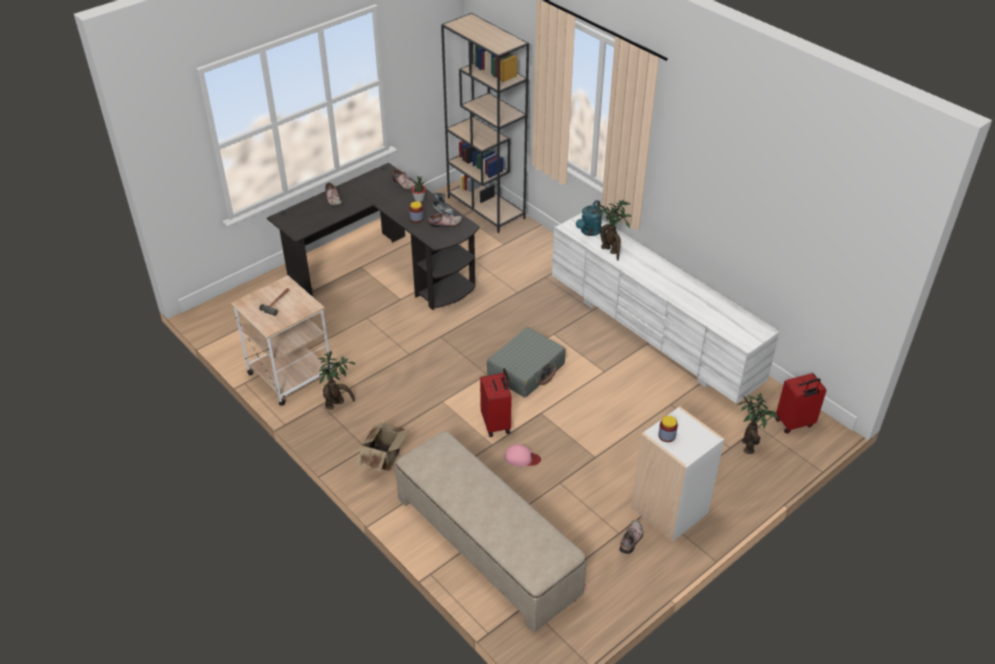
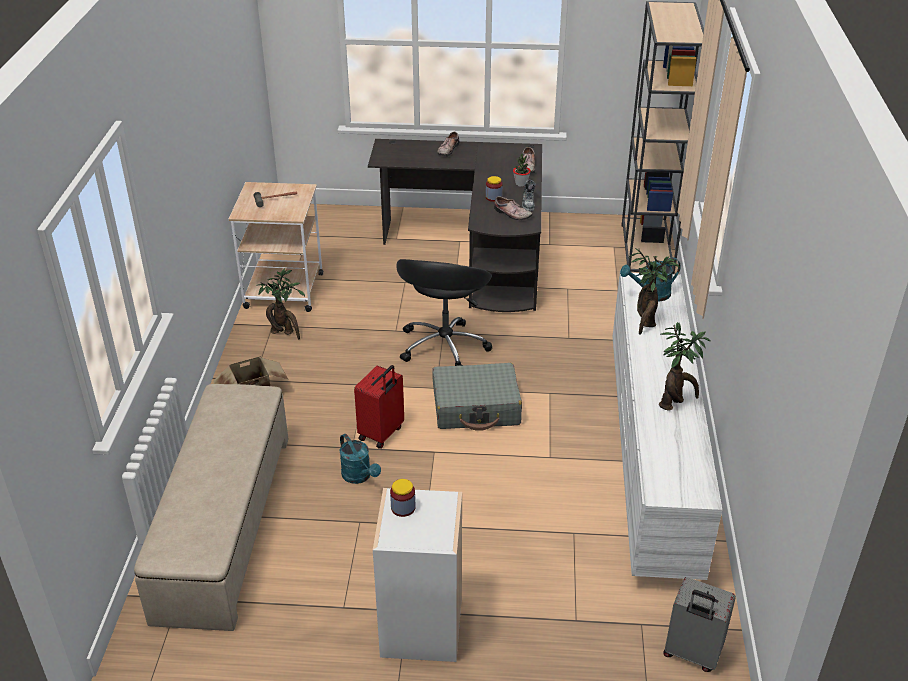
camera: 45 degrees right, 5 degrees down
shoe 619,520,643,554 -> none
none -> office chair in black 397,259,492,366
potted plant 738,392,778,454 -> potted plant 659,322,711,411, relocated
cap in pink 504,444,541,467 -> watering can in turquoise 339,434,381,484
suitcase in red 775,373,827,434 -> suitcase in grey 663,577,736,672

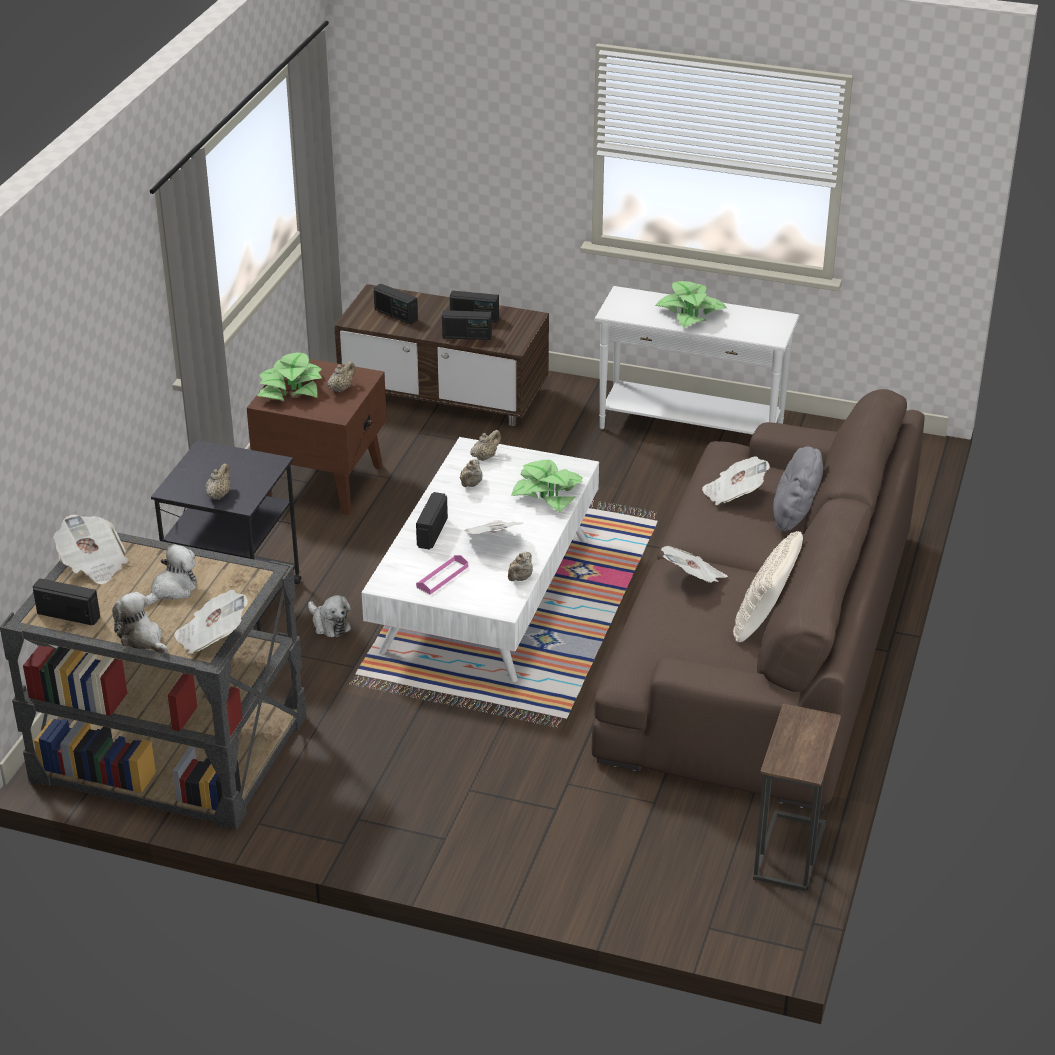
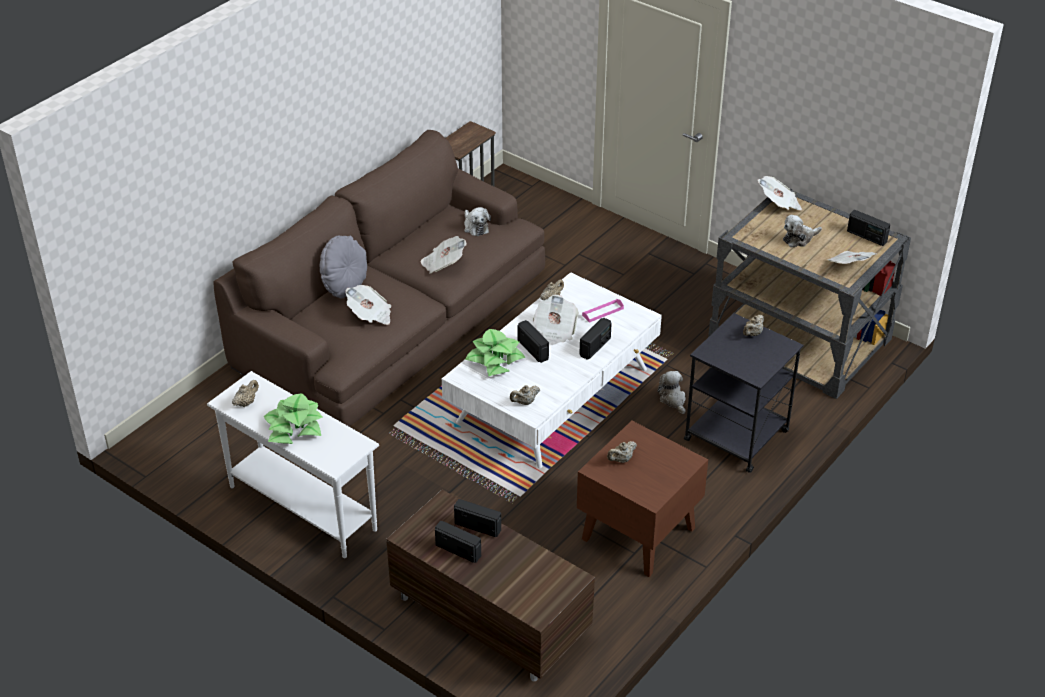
camera: 160 degrees left, 5 degrees up
potted plant 257,353,322,401 -> none
pillow in beige 733,531,803,642 -> none
plush toy 112,592,168,654 -> plush toy 464,207,491,236, relocated
radio 374,284,418,325 -> radio 517,320,549,363, relocated
teapot in beige 460,459,482,487 -> teapot in beige 232,380,259,407, relocated

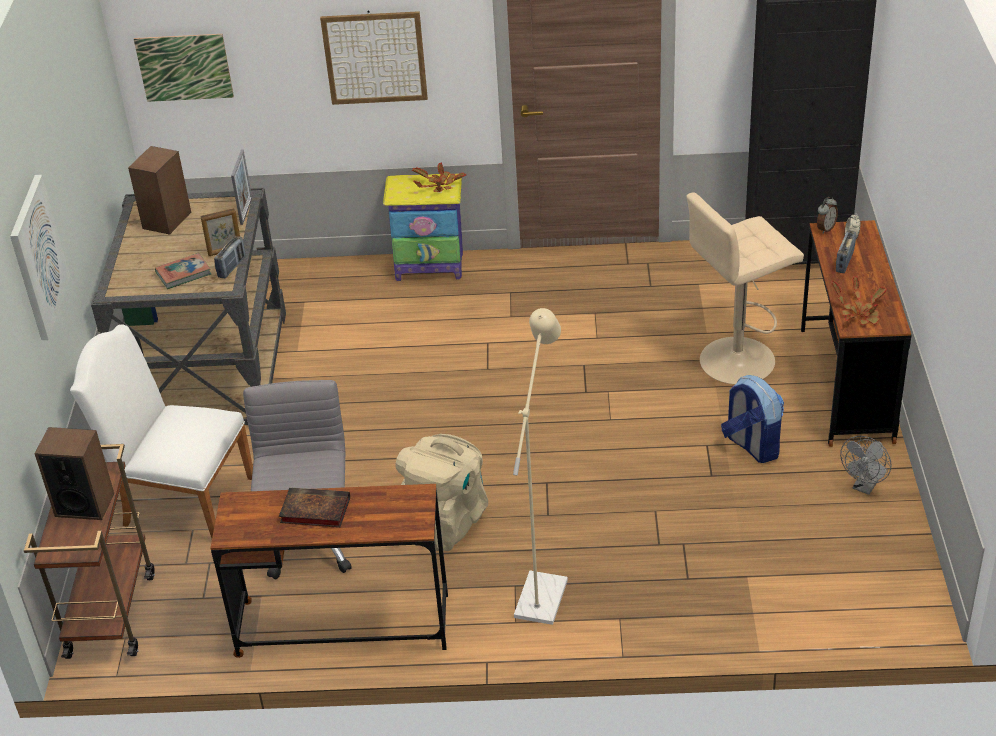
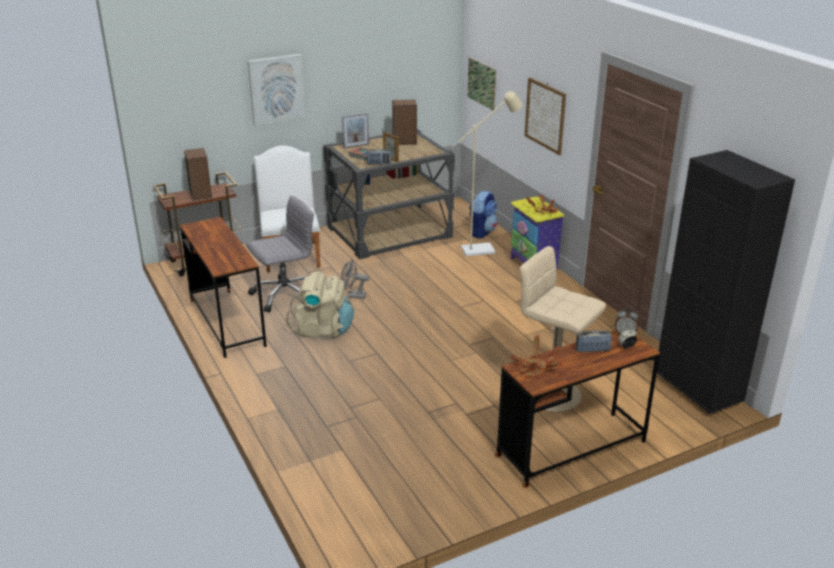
camera: 60 degrees right, 10 degrees down
book 279,487,350,527 -> none
picture frame 231,150,252,225 -> picture frame 342,113,369,148, relocated
floor lamp in beige 513,308,568,625 -> floor lamp in beige 452,91,523,256, relocated
backpack 721,375,784,463 -> backpack 469,190,498,239, relocated
fan in grey 840,436,892,495 -> fan in grey 341,260,369,299, relocated

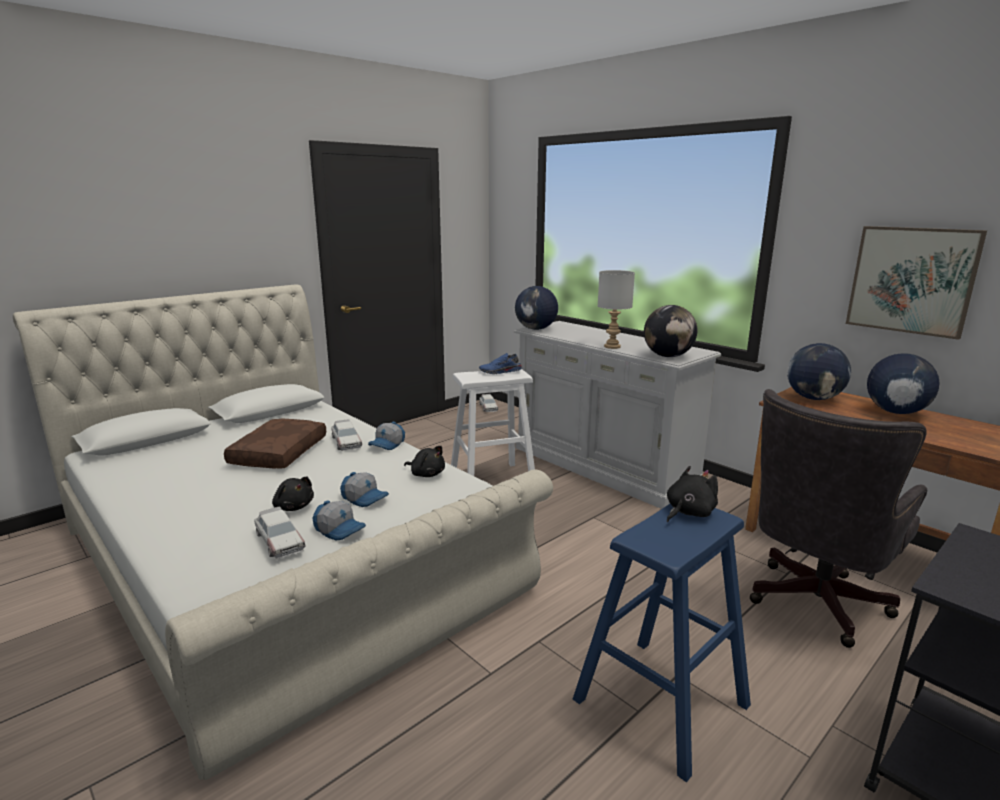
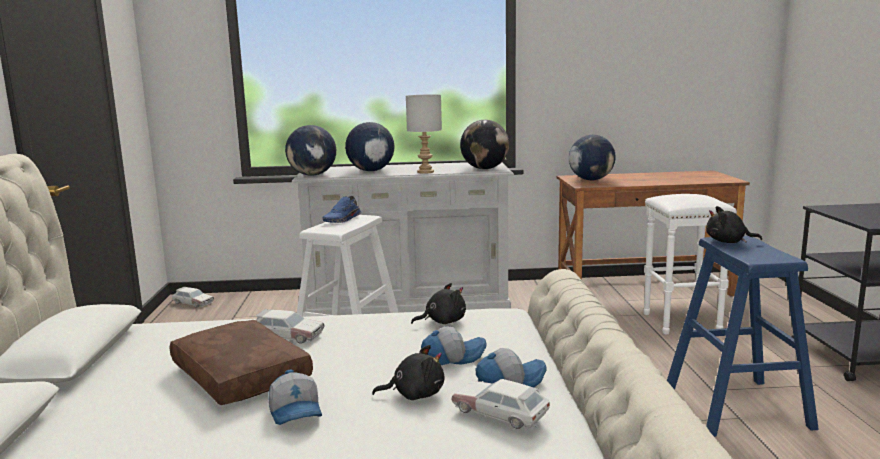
camera: 50 degrees left, 5 degrees down
picture 846,226,987,340 -> none
cap 368,422,405,450 -> cap 268,369,322,425, relocated
globe 867,353,940,414 -> globe 345,122,394,171, relocated
office chair in grey 750,389,927,648 -> stool in white 643,194,737,334
toy car 254,507,306,559 -> toy car 452,379,550,429, 150 degrees counterclockwise
plush toy in black 667,466,718,522 -> plush toy in black 706,206,762,243, 75 degrees counterclockwise

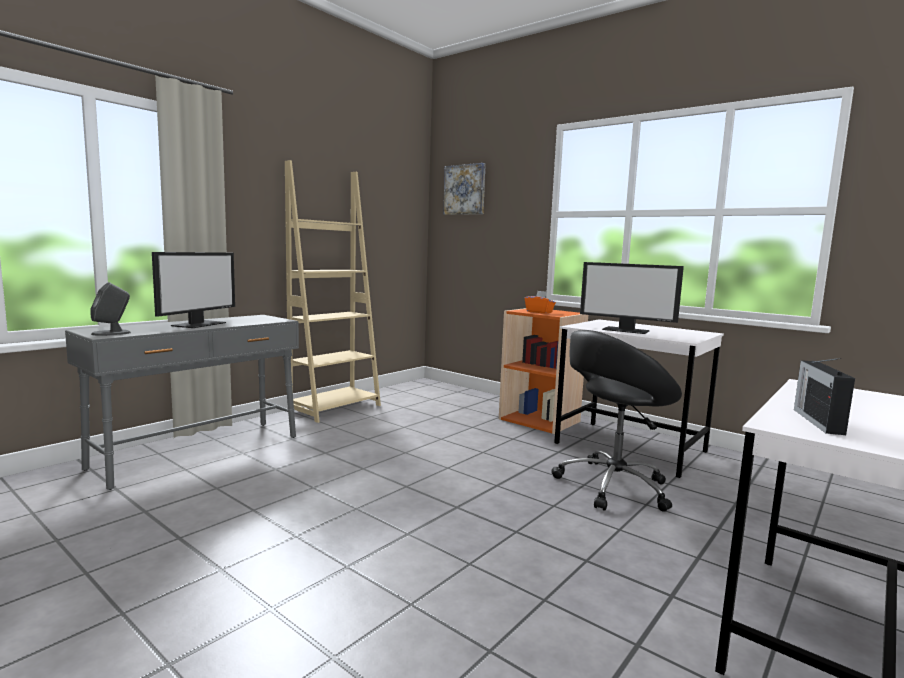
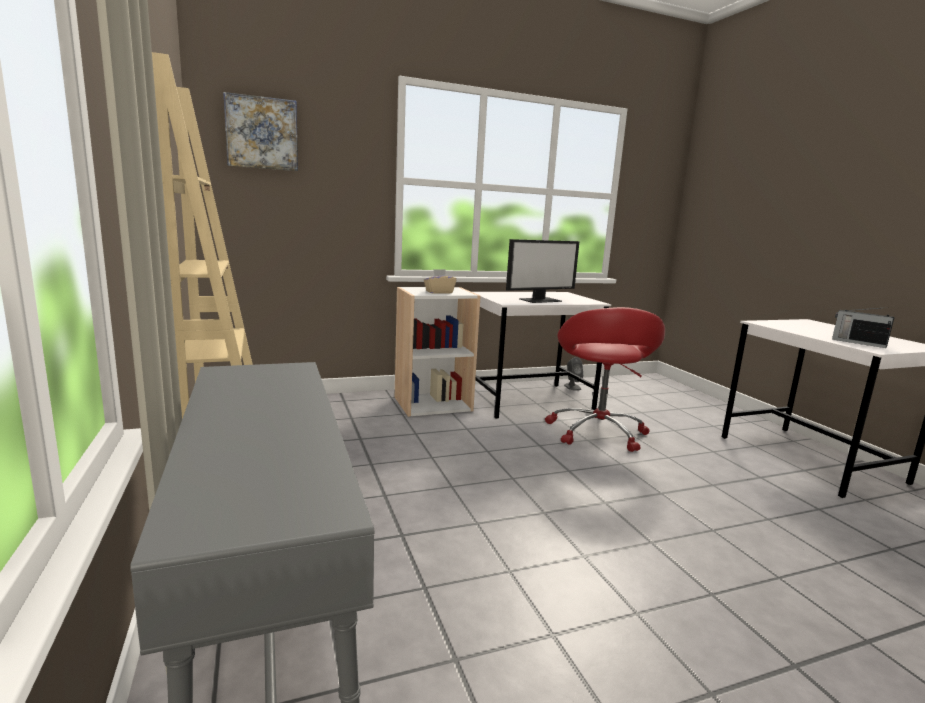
camera: 60 degrees left, 5 degrees up
monitor 152,252,235,328 -> none
speaker in grey 90,282,131,336 -> speaker in grey 564,357,583,391, relocated
bookcase in orange 499,308,588,434 -> bookcase in white 395,287,481,417
tissue box in orange 525,291,556,314 -> tissue box in beige 424,269,457,294
office chair in black 551,330,682,512 -> office chair in red 545,307,665,452

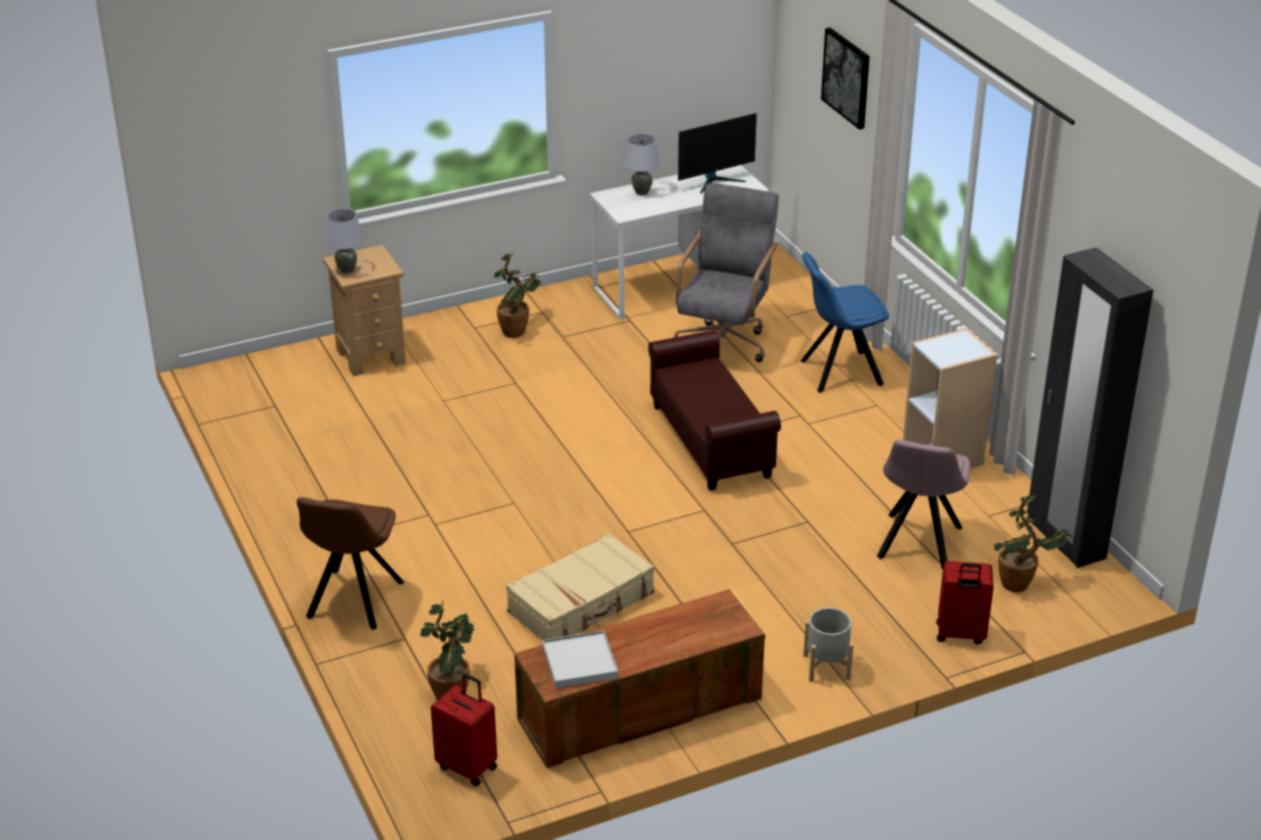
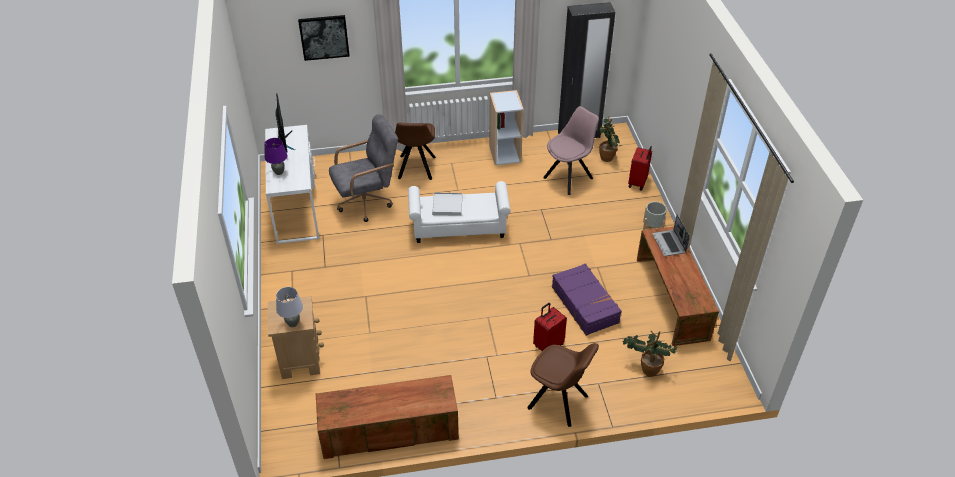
camera: 75 degrees left, 10 degrees up
potted plant 494,251,541,338 -> none
none -> bench in brown 316,375,459,459
none -> laptop 652,214,690,256
suitcase in red 431,673,497,786 -> suitcase in red 533,303,567,351, relocated
tray in white 542,630,618,689 -> tray in white 432,193,462,216, relocated
suitcase in beige 506,533,654,640 -> suitcase in purple 552,264,622,336
table lamp in grey 624,133,660,195 -> table lamp in purple 264,138,287,175
ottoman in brown 648,330,781,491 -> ottoman in white 408,181,511,243
chair in blue 801,252,889,393 -> chair in brown 395,123,436,180
office chair in grey 673,183,779,362 -> office chair in grey 329,114,398,222, 120 degrees clockwise
chair in pink 877,440,971,569 -> chair in pink 543,106,599,195, 75 degrees counterclockwise

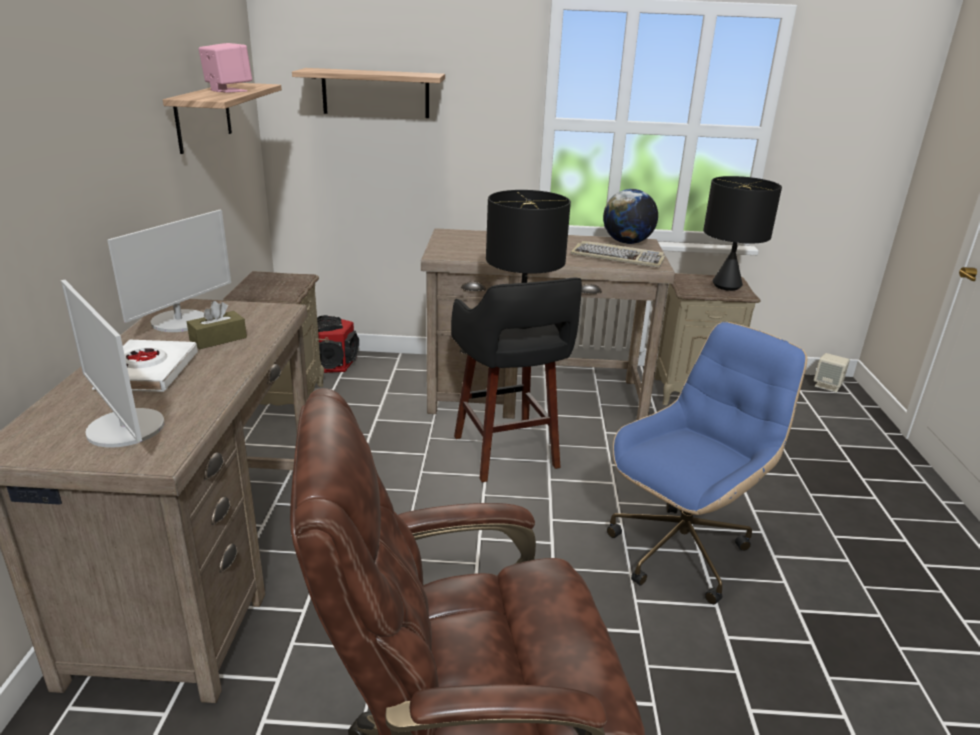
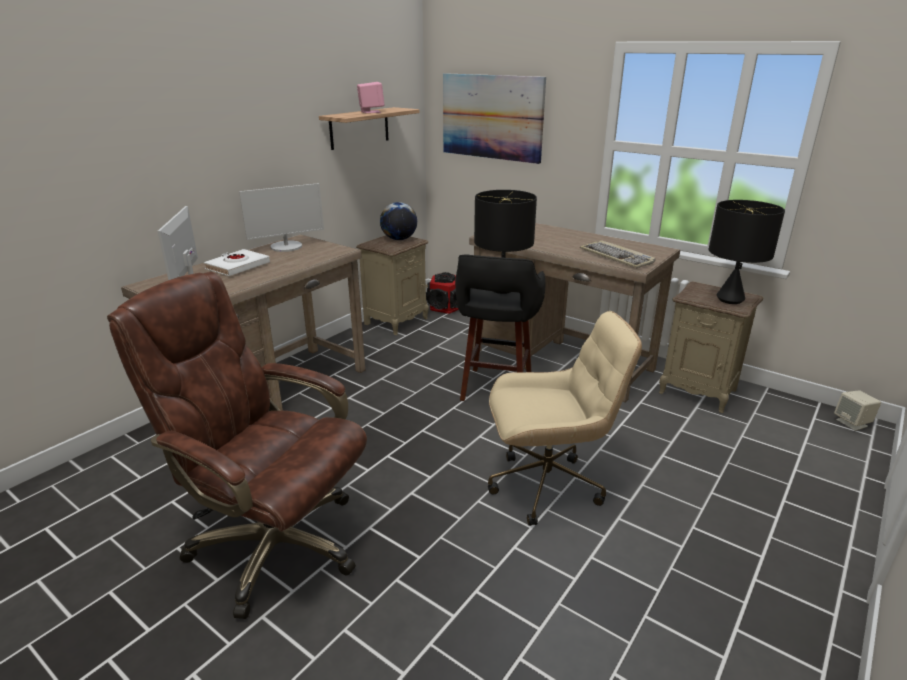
camera: 35 degrees right, 0 degrees up
tissue box in brown 187,301,247,349 -> none
globe 603,189,658,244 -> globe 380,202,417,240, relocated
shelf 292,68,445,118 -> picture 443,73,546,164
office chair in blue 607,322,807,604 -> office chair in beige 488,311,642,526

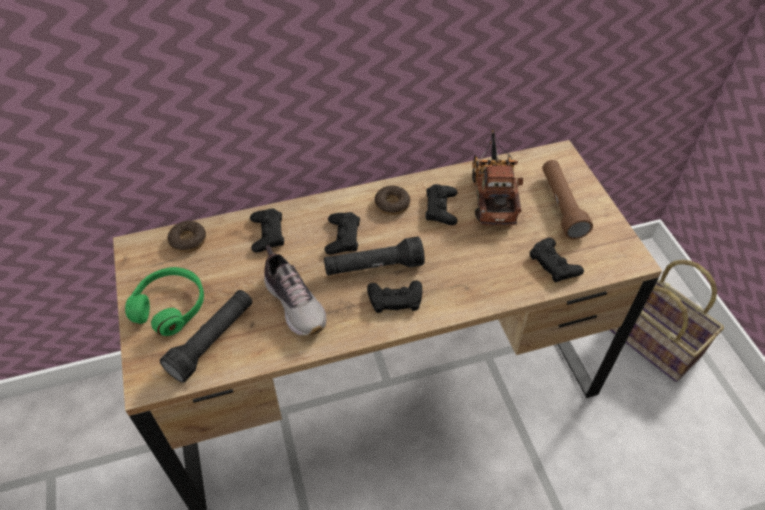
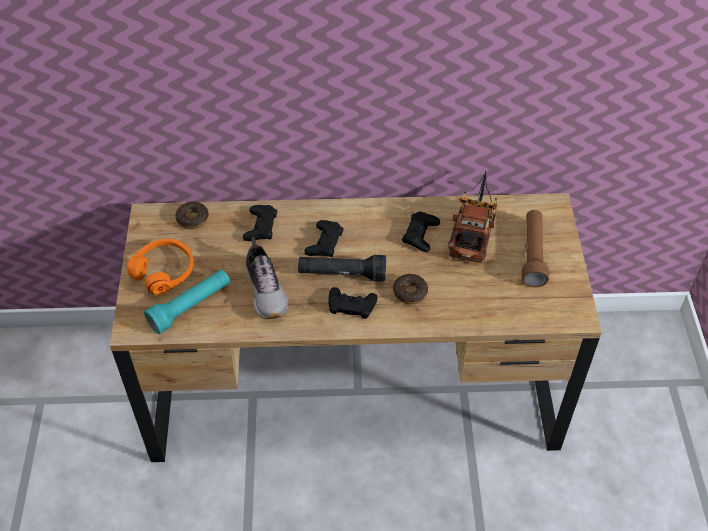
camera: 15 degrees right, 0 degrees up
game controller in black 529,238,584,283 -> none
basket 610,260,724,382 -> none
donut 375,186,410,215 -> donut 393,273,428,304, relocated
headphones in green 125,267,204,336 -> headphones in orange 127,239,194,295
flashlight in black 160,290,252,382 -> flashlight in turquoise 144,269,230,334

